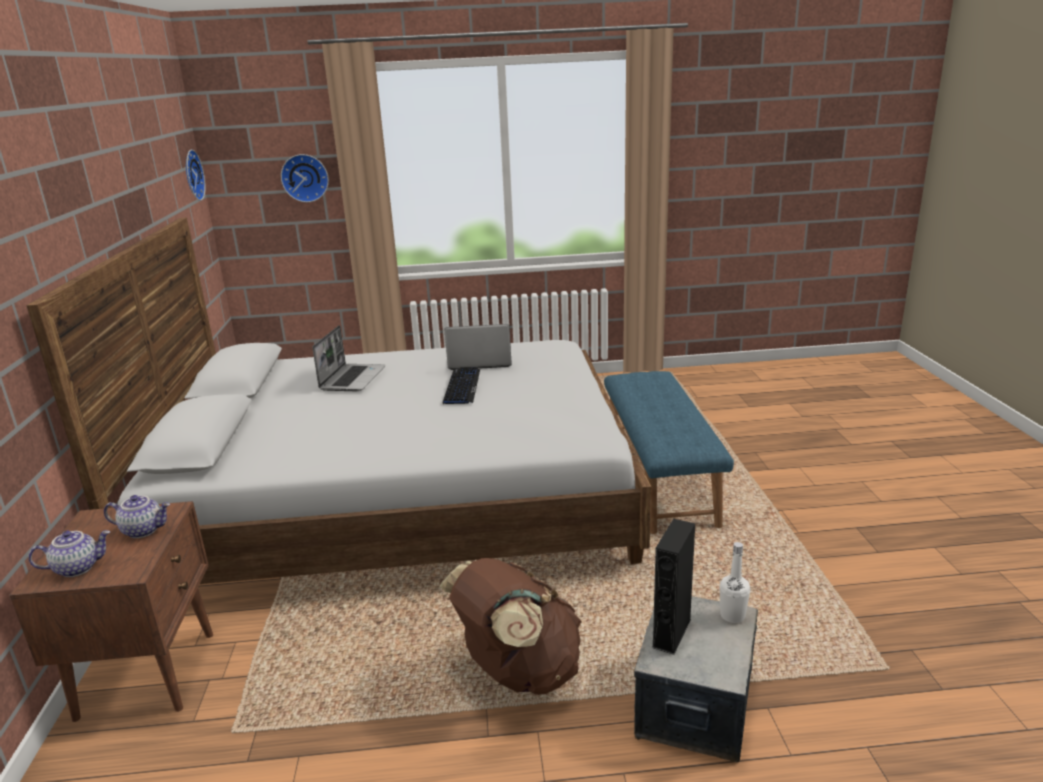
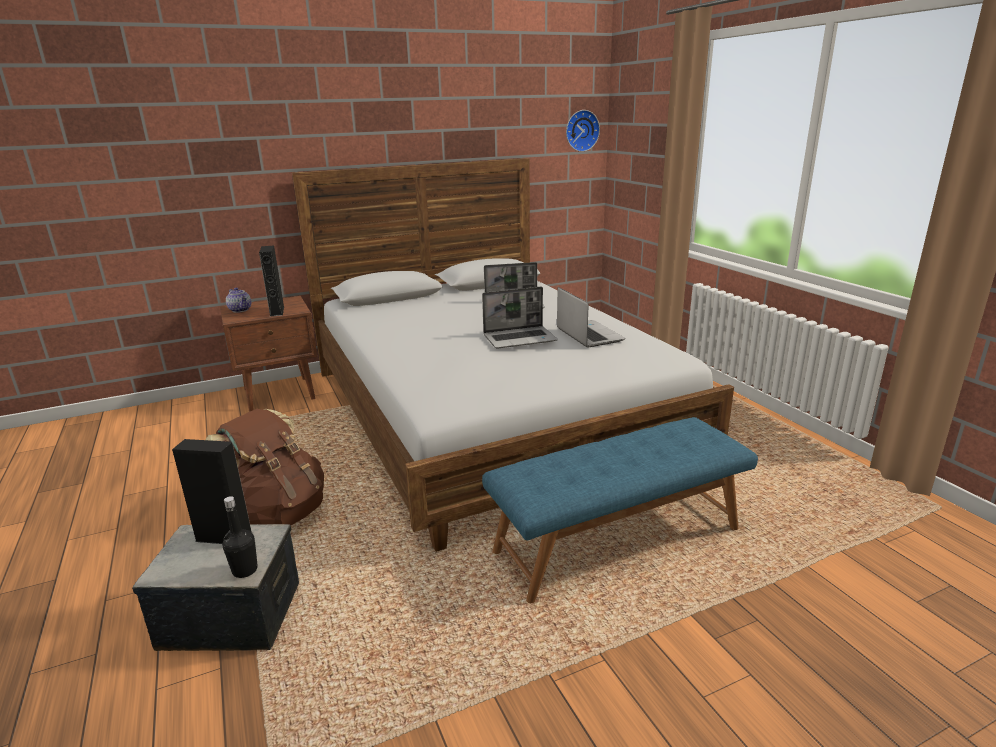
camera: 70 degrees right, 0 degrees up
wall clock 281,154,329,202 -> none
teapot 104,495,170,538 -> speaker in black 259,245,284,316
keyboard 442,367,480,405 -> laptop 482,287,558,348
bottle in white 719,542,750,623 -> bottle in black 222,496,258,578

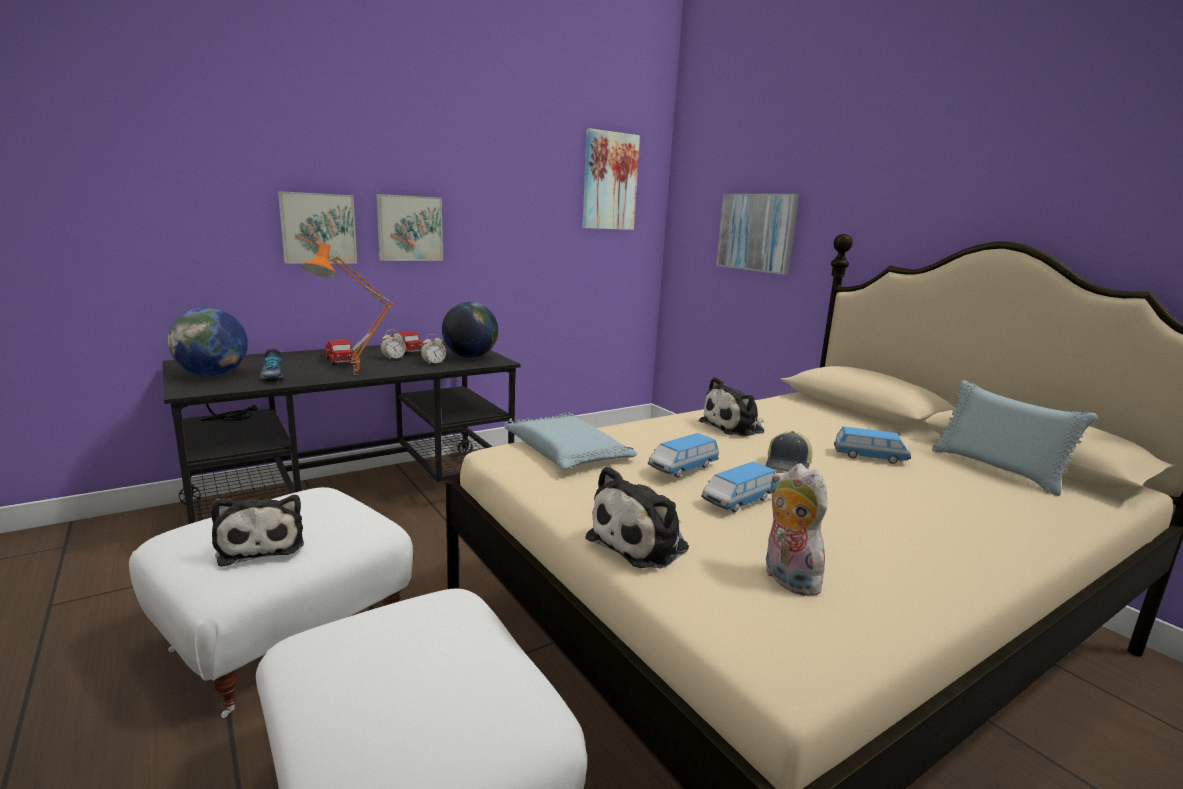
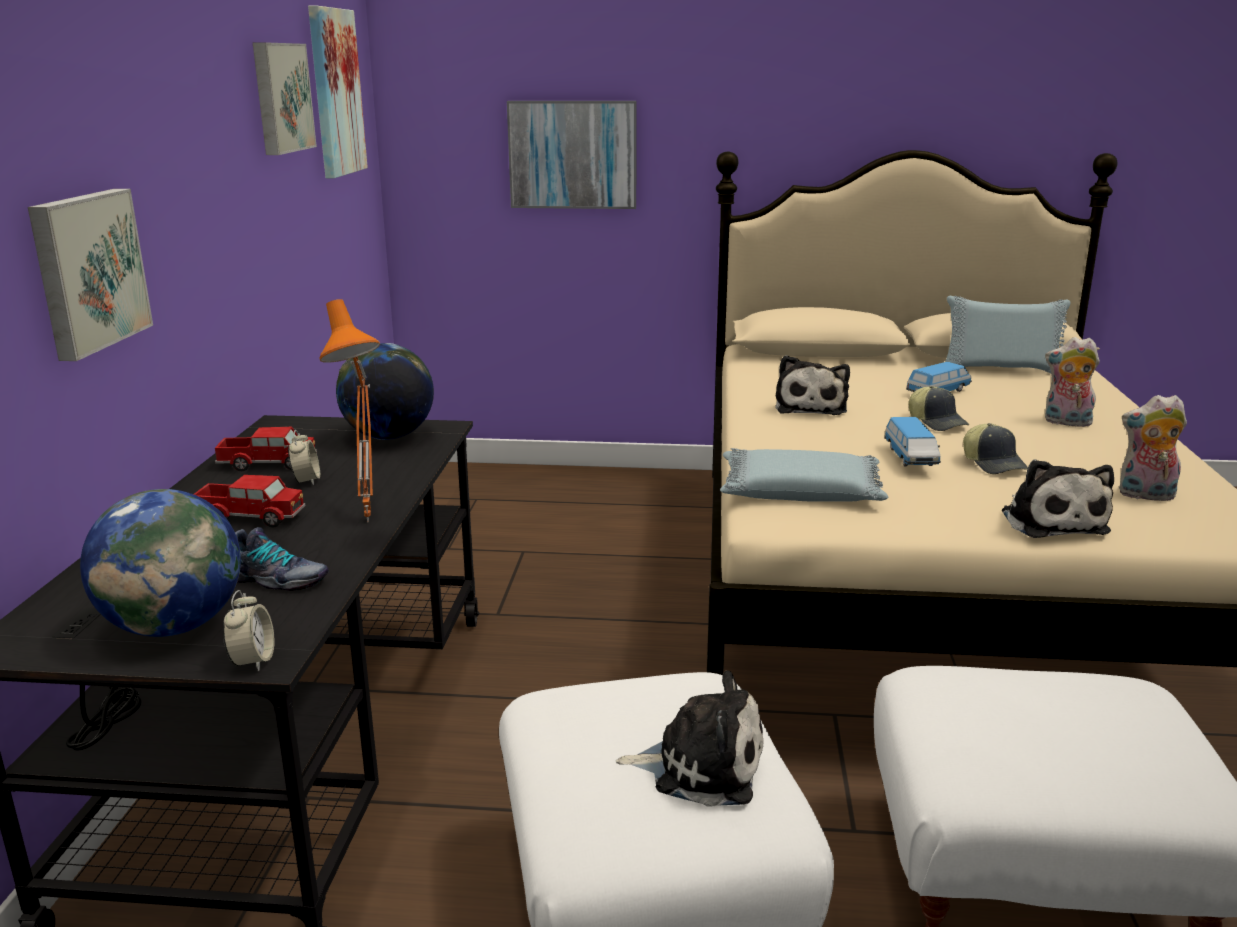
camera: 50 degrees left, 5 degrees up
none -> plush toy 1045,337,1100,427
picture 376,194,443,261 -> picture 253,42,317,155, relocated
alarm clock 421,334,446,365 -> alarm clock 223,590,275,671, relocated
toy car 701,462,775,513 -> cap 963,423,1028,474

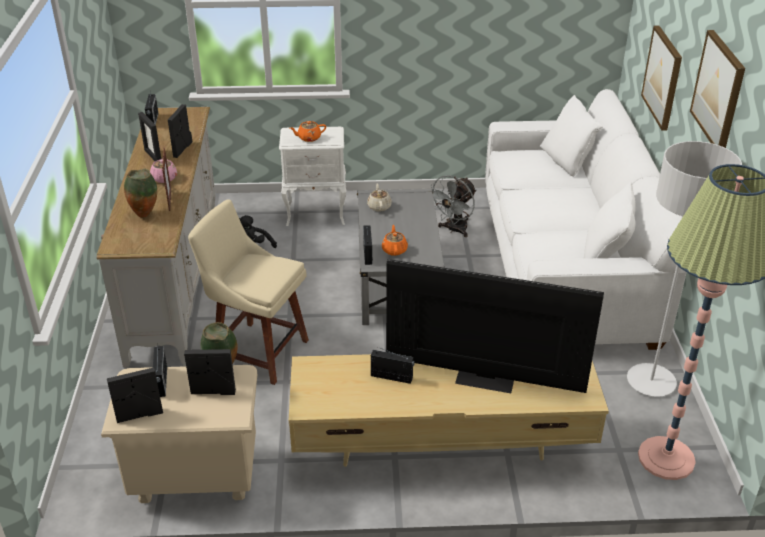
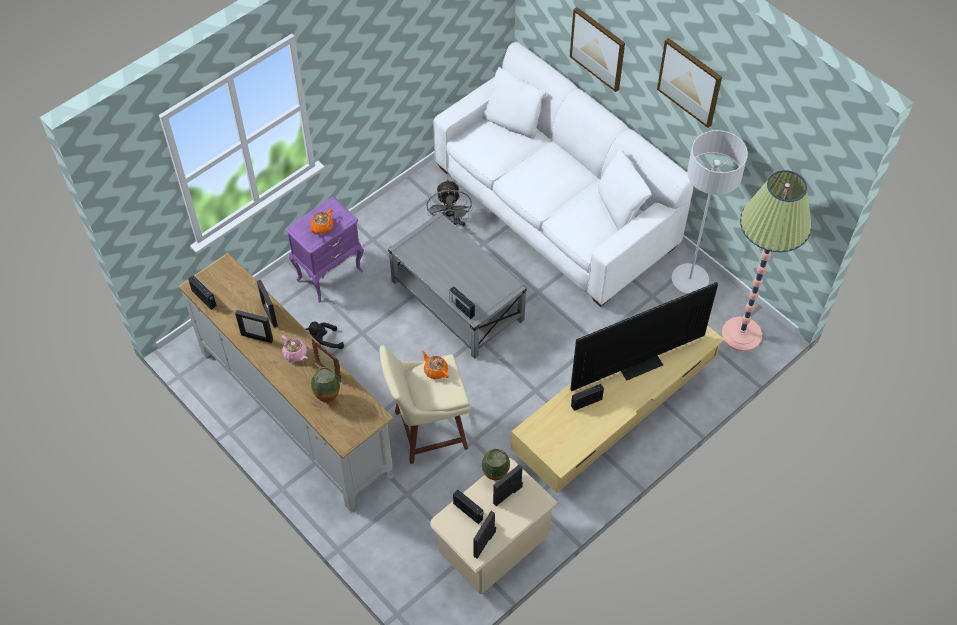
camera: 40 degrees left, 20 degrees up
teapot in beige 367,183,392,212 -> none
teapot in orange 382,225,408,256 -> teapot in orange 422,350,449,379, relocated
nightstand in white 279,127,346,226 -> nightstand in purple 285,197,364,303

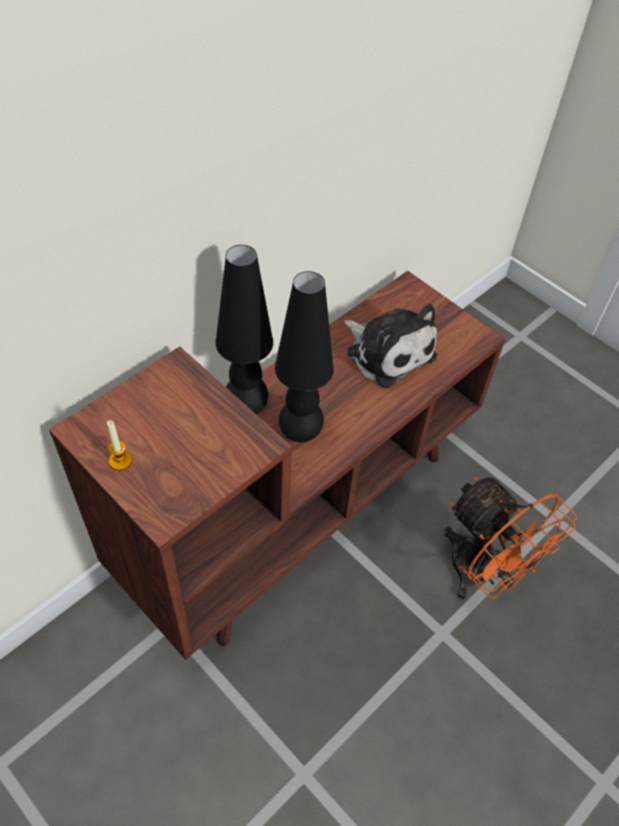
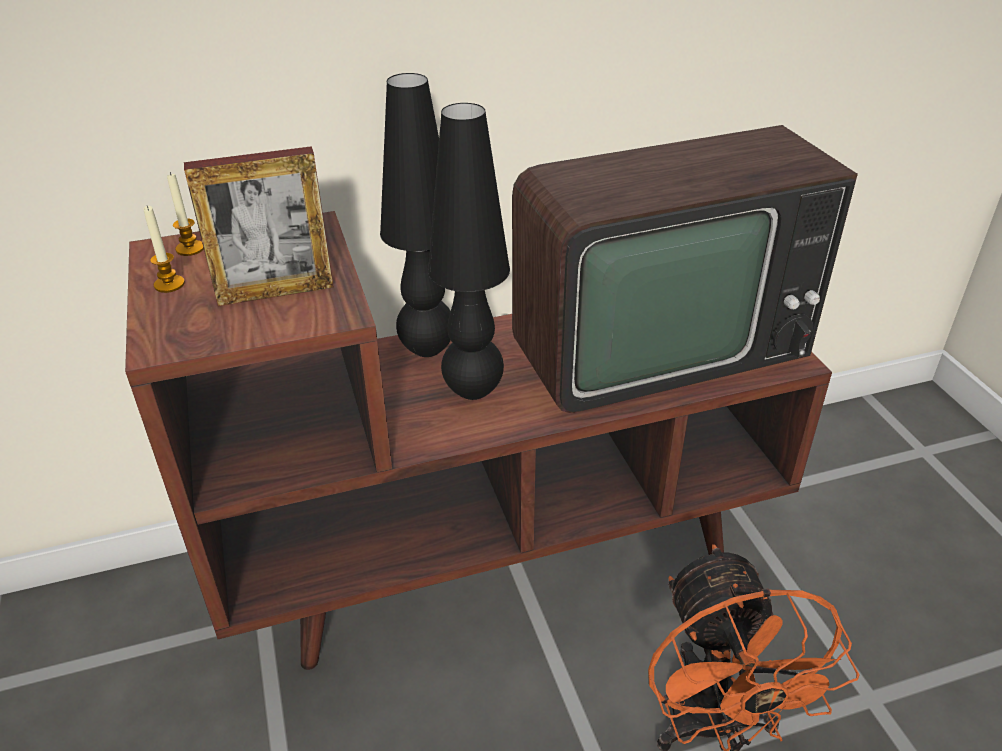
camera: 30 degrees right, 15 degrees down
none -> candle 167,172,204,256
none -> picture frame 184,146,334,306
plush toy 344,304,437,388 -> television 512,125,858,413

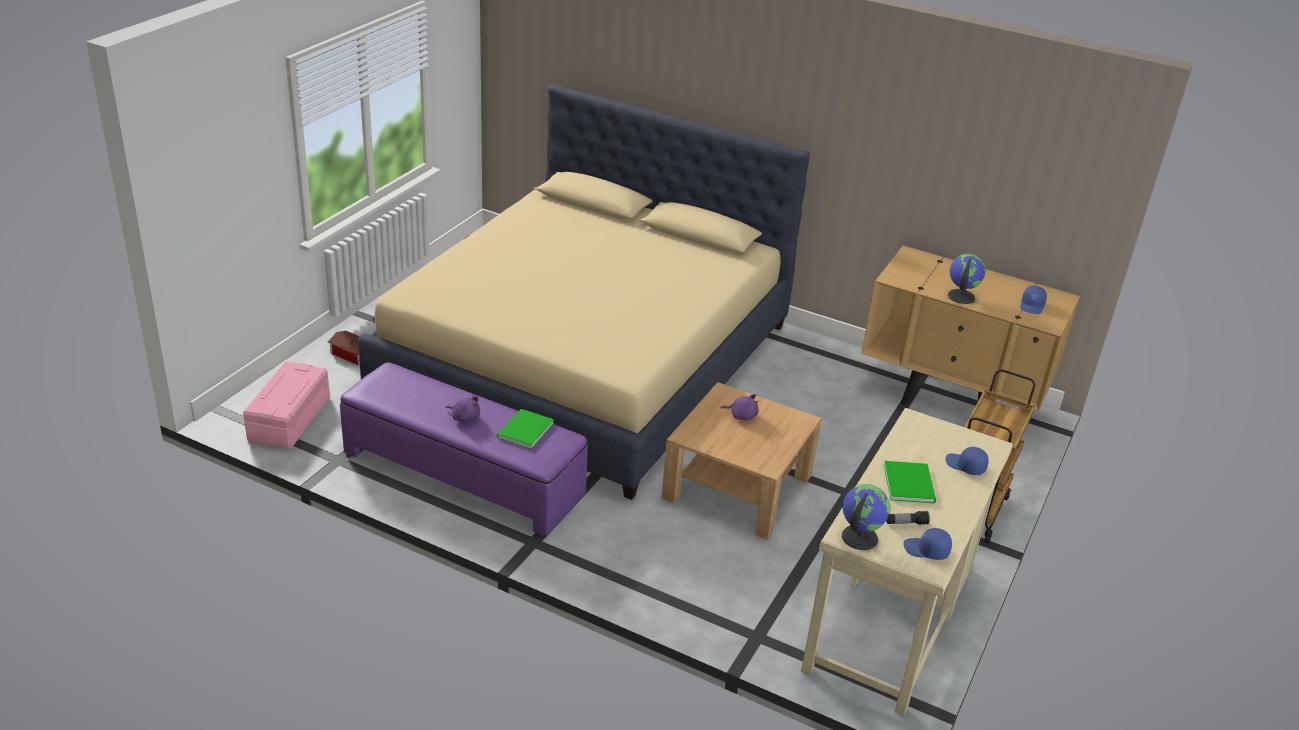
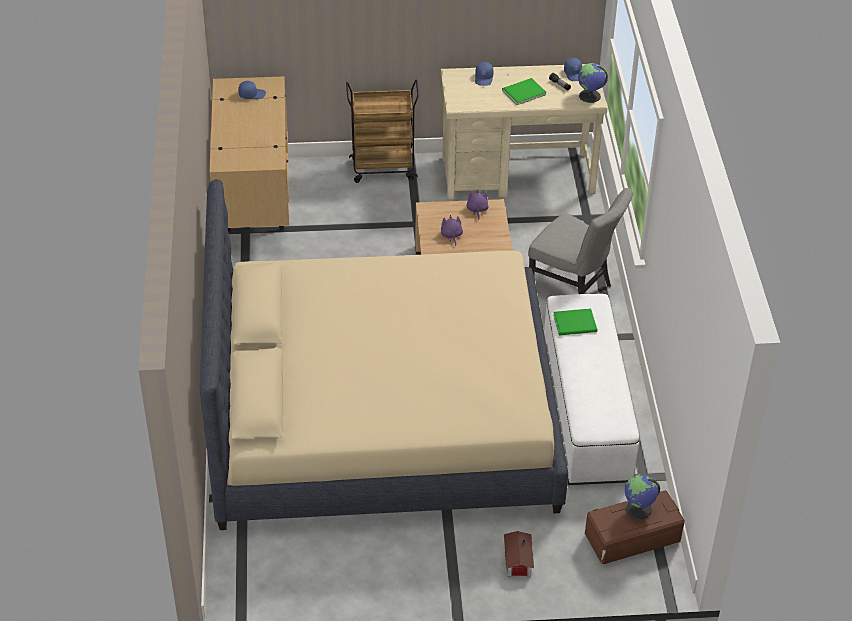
camera: 120 degrees left, 10 degrees up
none -> chair in grey 528,188,633,294
plush toy in purple 446,396,480,422 -> plush toy in purple 466,189,489,220, relocated
globe 948,254,986,304 -> globe 624,474,660,519, relocated
storage box in pink 243,361,330,449 -> storage box in brown 585,491,685,564
bench in purple 340,362,588,537 -> bench in white 544,294,639,483

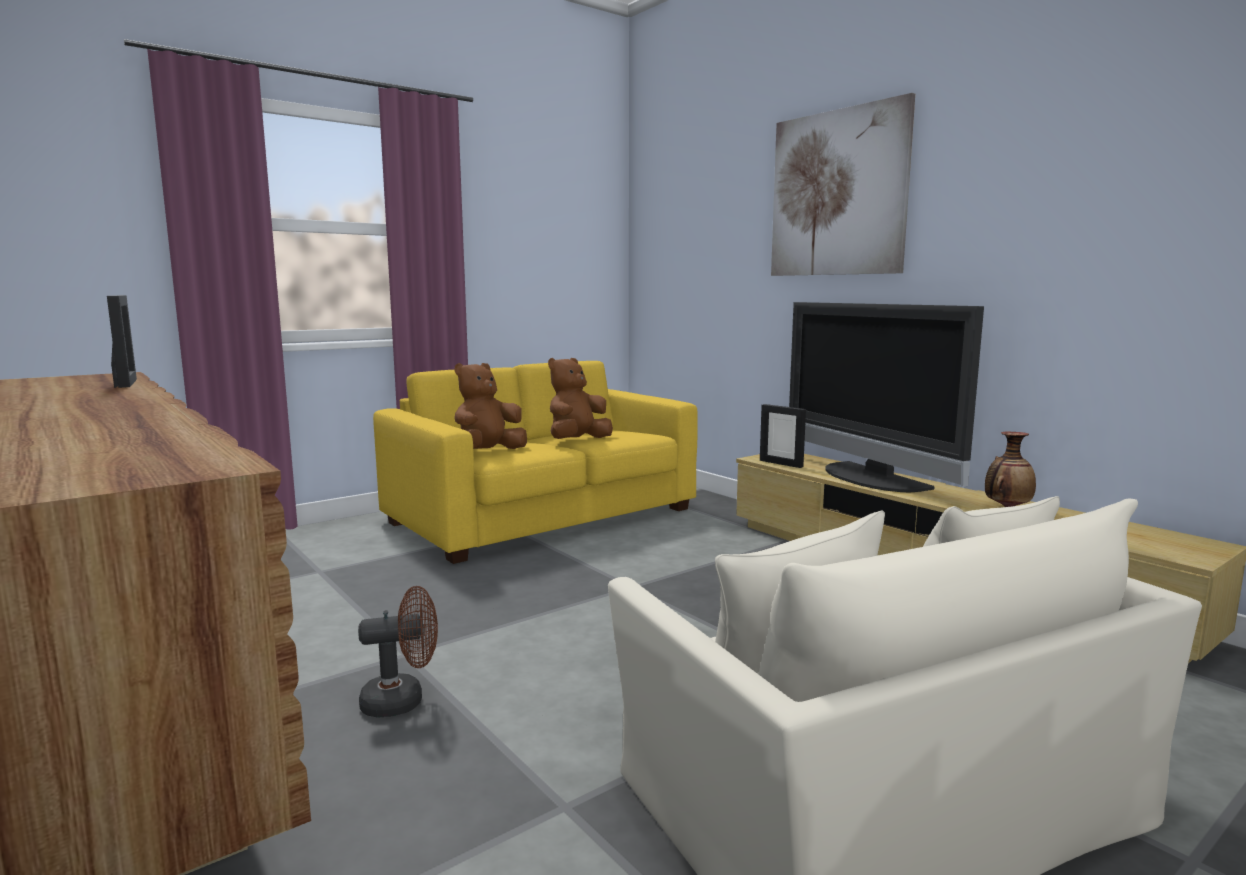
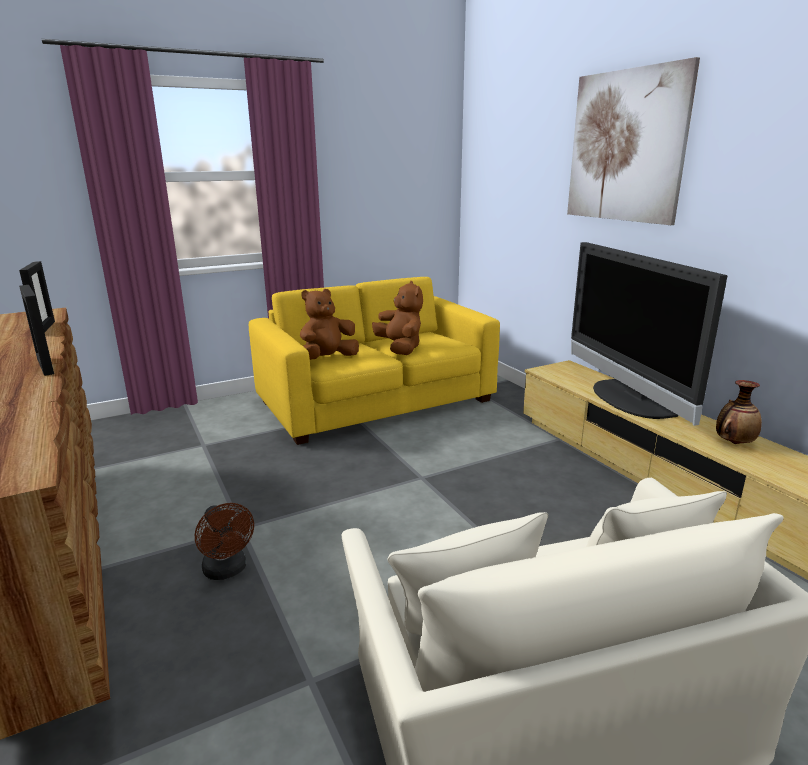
camera: 10 degrees right, 10 degrees up
picture frame 760,404,806,468 -> picture frame 19,285,54,376, relocated
fan in brown 358,586,438,718 -> fan in brown 195,503,254,580, 60 degrees clockwise
plush toy in brown 548,358,613,439 -> plush toy in brown 372,281,423,355, 105 degrees clockwise

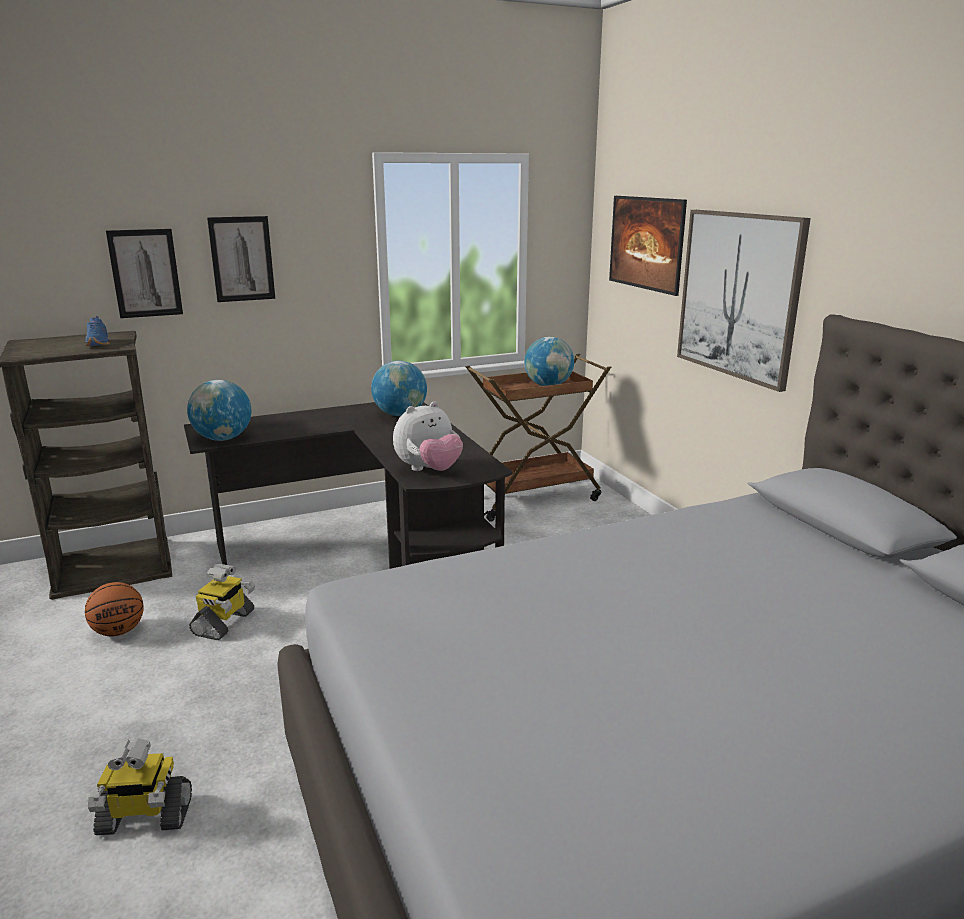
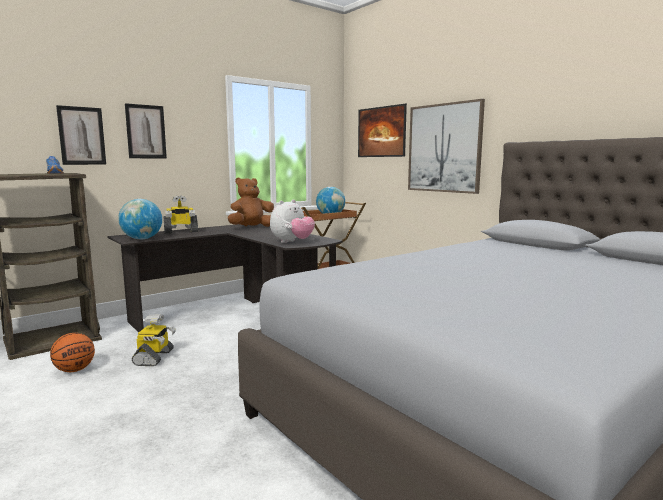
camera: 15 degrees left, 10 degrees down
toy robot 88,739,192,835 -> toy robot 163,196,198,234, relocated
globe 371,361,427,416 -> plush toy in brown 228,178,274,227

